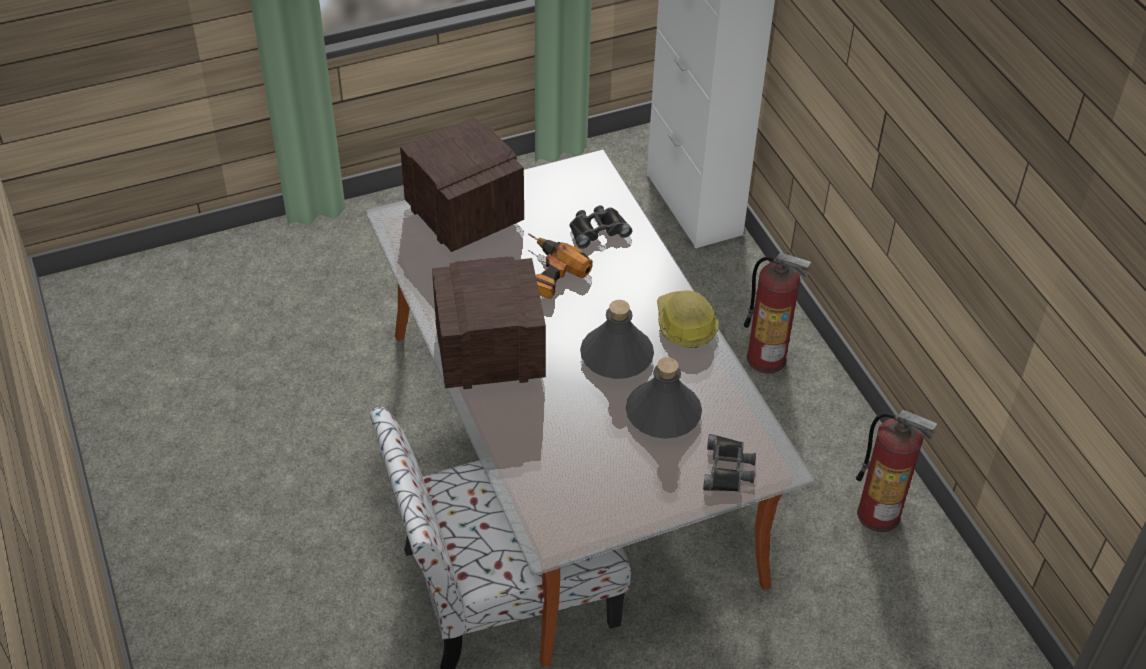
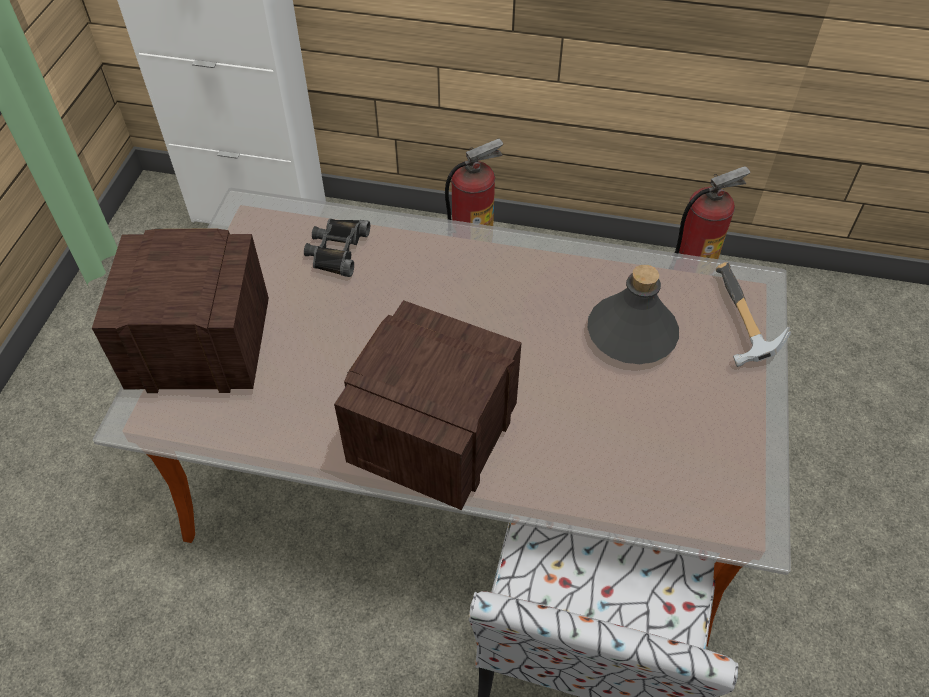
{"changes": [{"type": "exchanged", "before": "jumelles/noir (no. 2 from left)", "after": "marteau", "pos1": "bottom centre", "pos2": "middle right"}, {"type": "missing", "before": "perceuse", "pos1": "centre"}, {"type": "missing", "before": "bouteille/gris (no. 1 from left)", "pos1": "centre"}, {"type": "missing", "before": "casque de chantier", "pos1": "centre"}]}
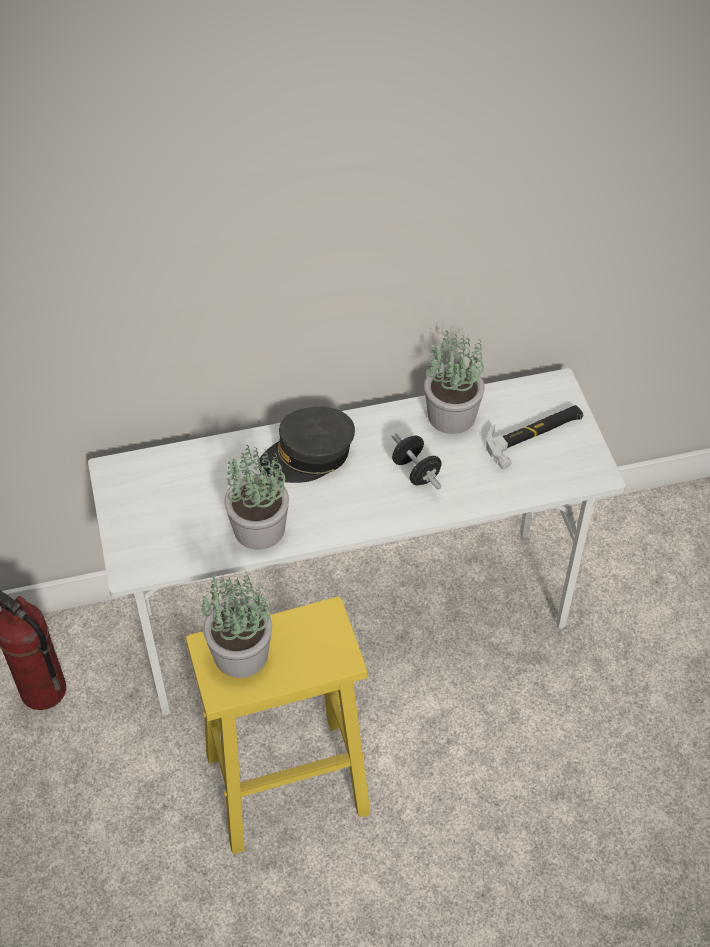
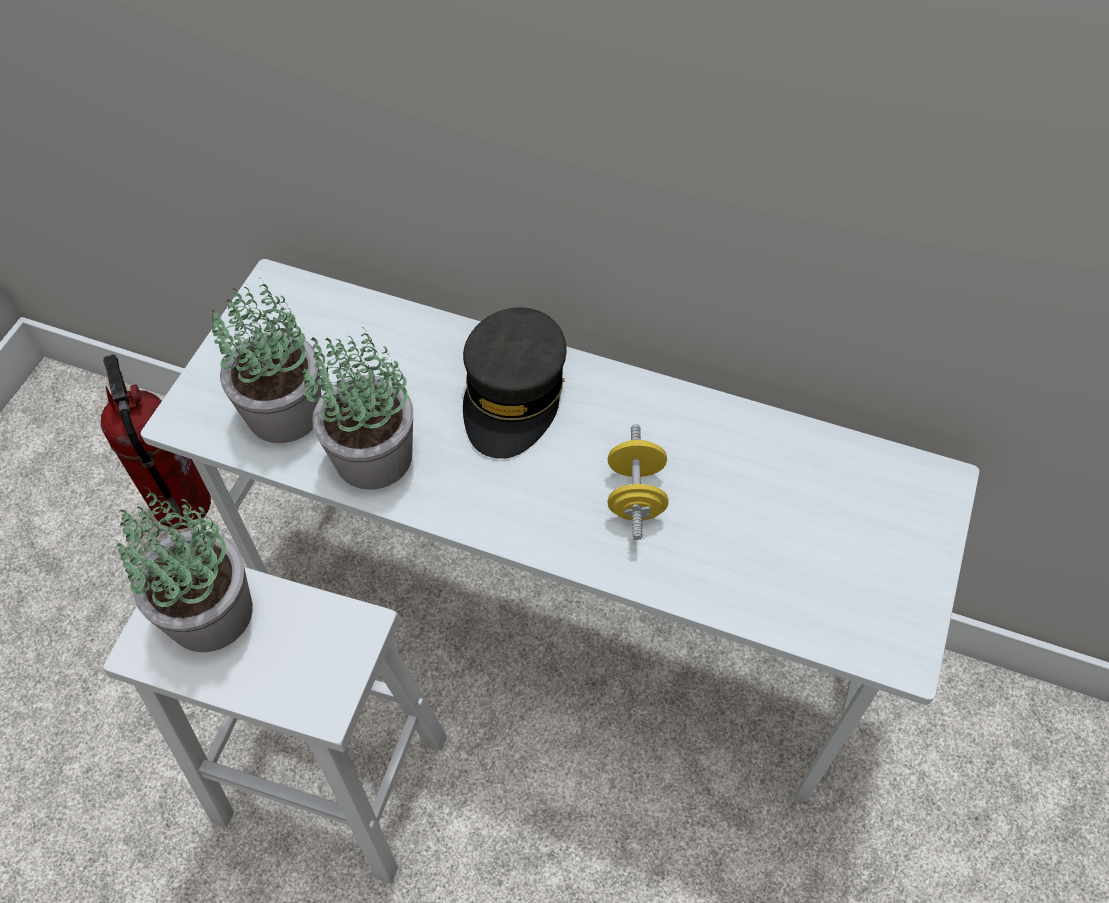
{"changes": [{"type": "colour", "before": "tabouret/jaune", "after": "tabouret/blanc", "pos1": "bottom centre", "pos2": "bottom left"}, {"type": "relocated", "before": "plante en pot (no. 3 from left in the first image)", "after": "plante en pot (no. 2 from left)", "pos1": "centre", "pos2": "middle left"}, {"type": "spun", "before": "casquette/gris", "pos1": "centre", "pos2": "centre", "turn": -90}, {"type": "colour", "before": "haltère/noir", "after": "haltère/jaune", "pos1": "centre", "pos2": "centre"}, {"type": "missing", "before": "marteau", "pos1": "middle right"}]}
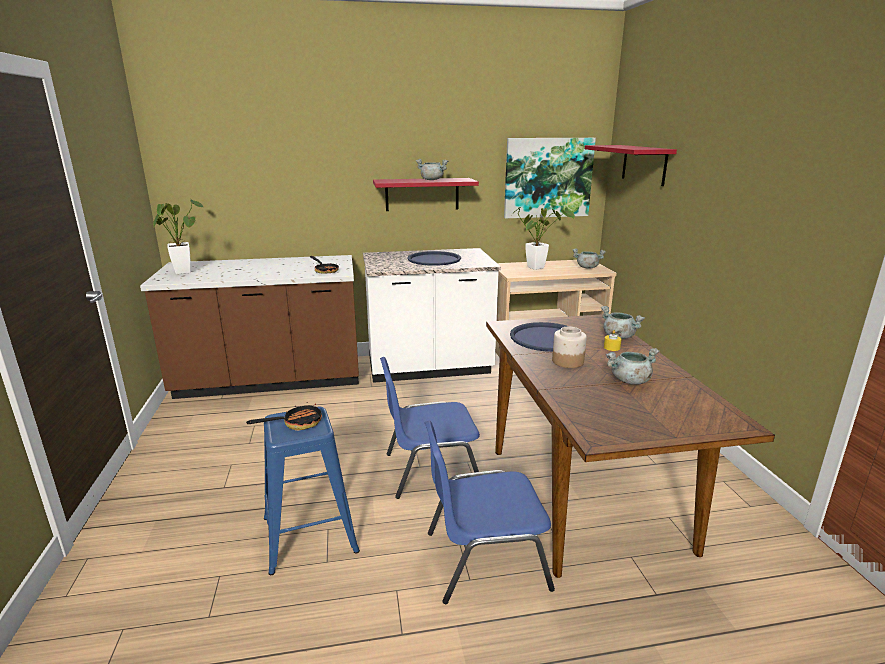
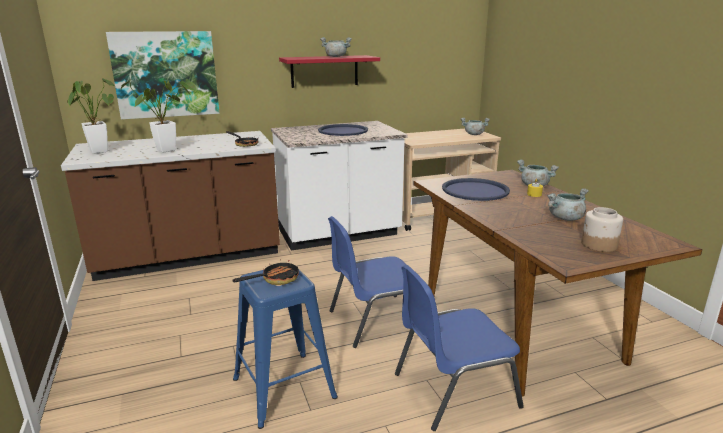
{"changes": [{"type": "relocated", "before": "tableau", "pos1": "top centre", "pos2": "top left"}, {"type": "relocated", "before": "plante en pot (no. 2 from left)", "pos1": "centre", "pos2": "top left"}, {"type": "relocated", "before": "bocal", "pos1": "centre", "pos2": "middle right"}, {"type": "missing", "before": "étagère/rouge (no. 2 from left)", "pos1": "top right"}]}
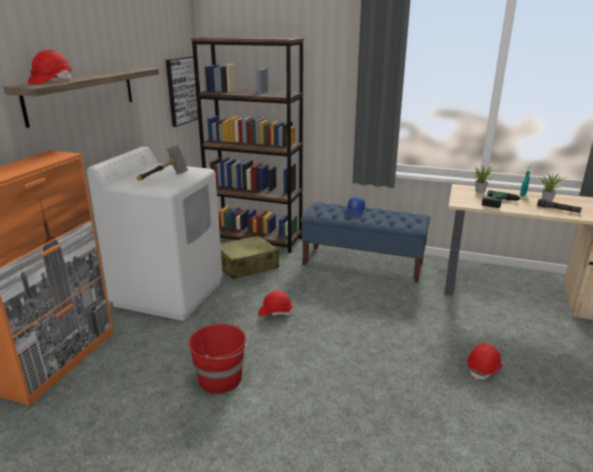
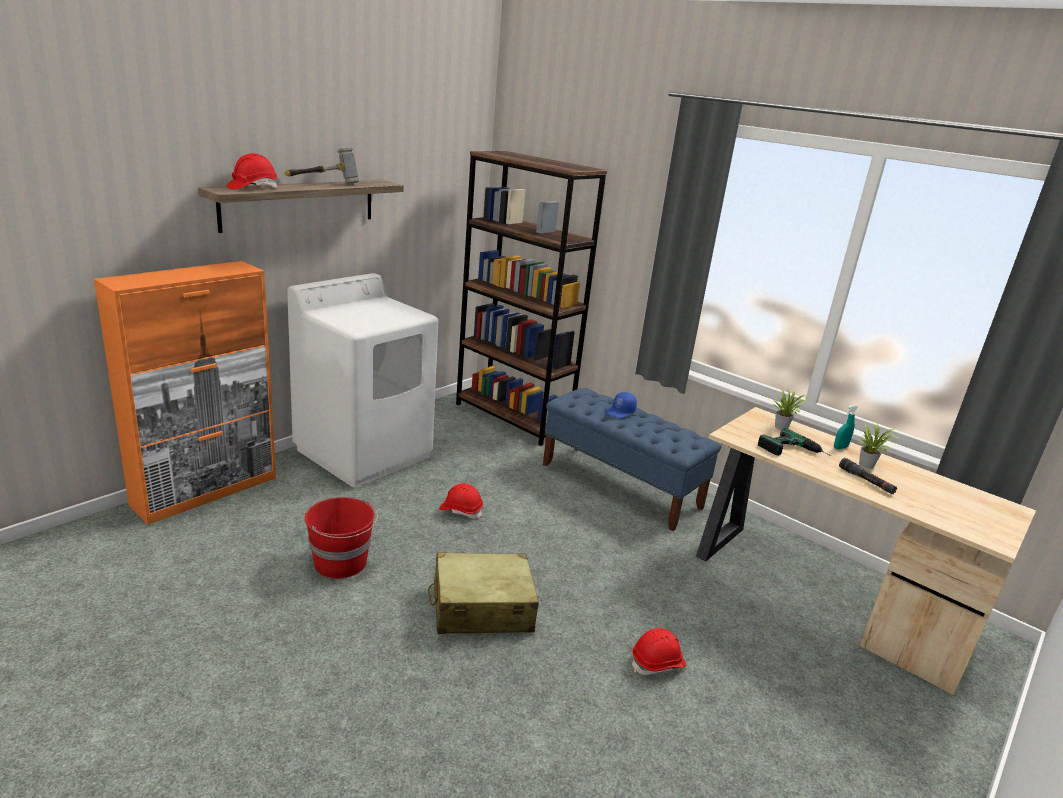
{"changes": [{"type": "relocated", "before": "marteau", "pos1": "middle left", "pos2": "top left"}, {"type": "relocated", "before": "valise/beige", "pos1": "centre", "pos2": "bottom centre"}, {"type": "missing", "before": "tableau", "pos1": "top left"}]}
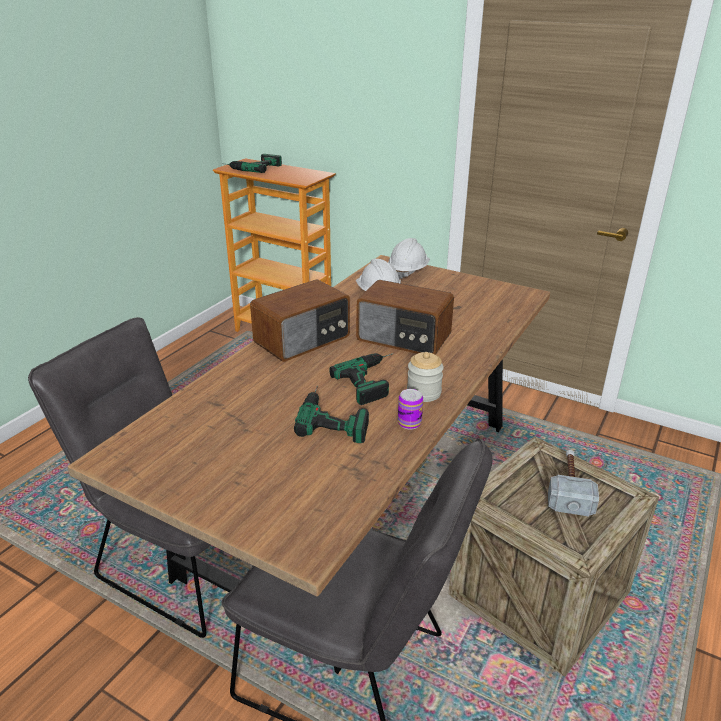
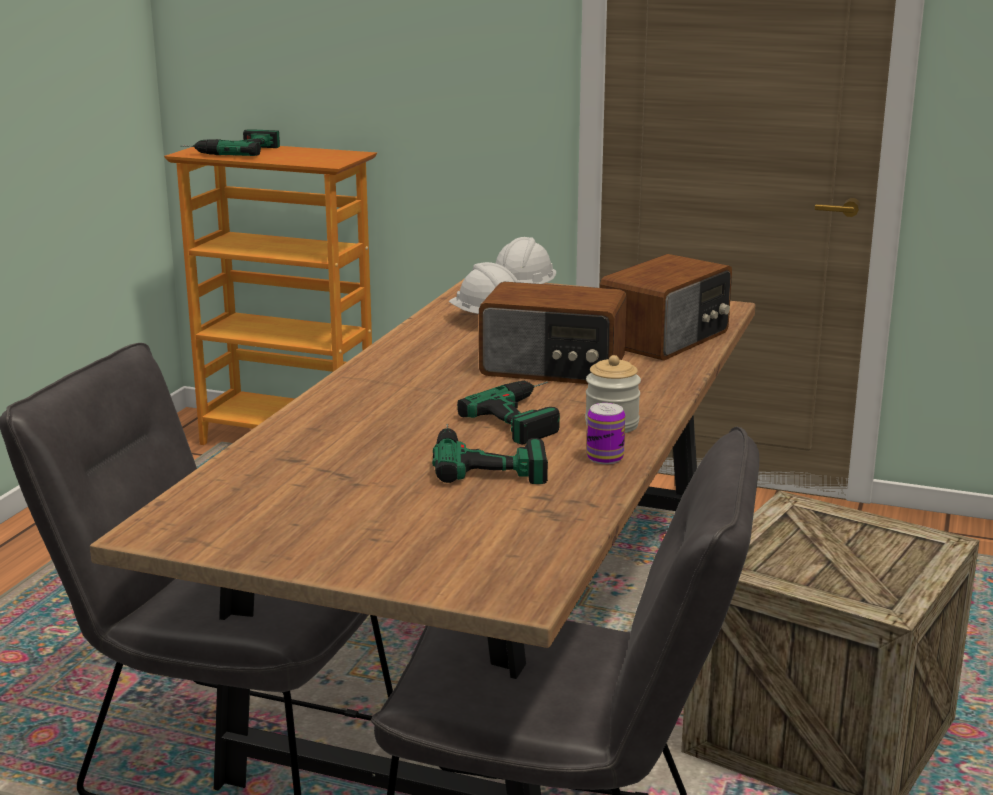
{"changes": [{"type": "relocated", "before": "radio (no. 1 from left in the first image)", "after": "radio (no. 2 from left)", "pos1": "centre", "pos2": "middle right"}, {"type": "missing", "before": "marteau", "pos1": "bottom right"}]}
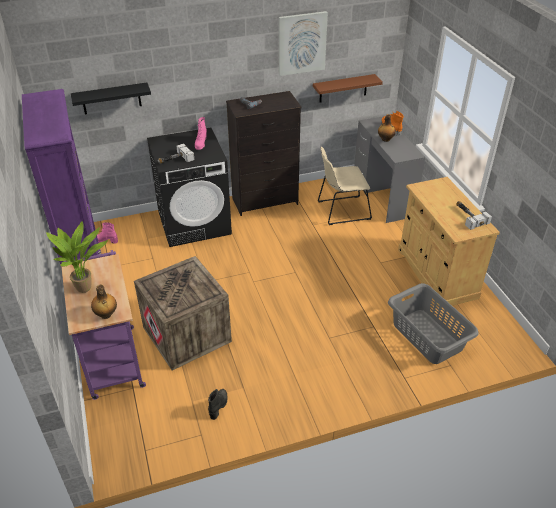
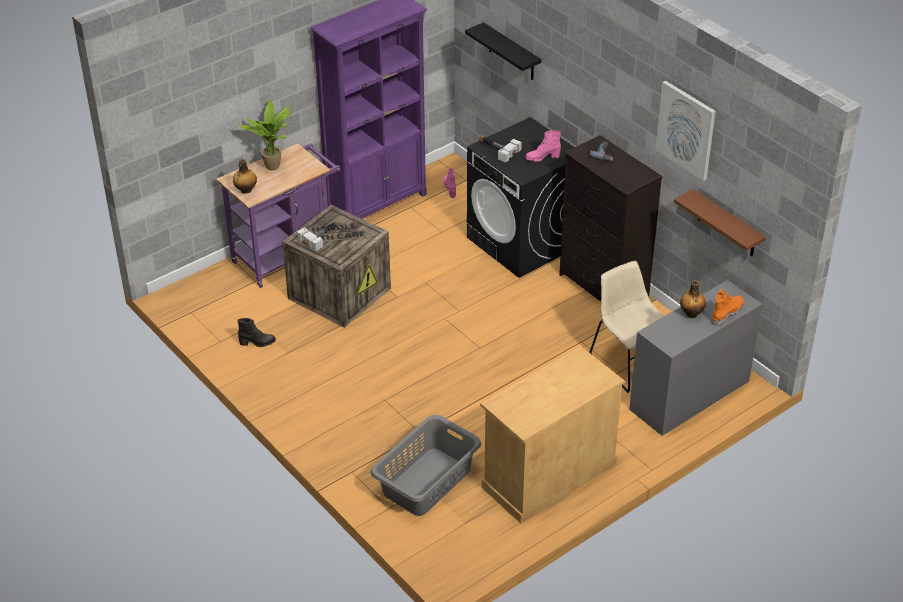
{"changes": [{"type": "relocated", "before": "marteau (no. 2 from left in the first image)", "after": "marteau (no. 1 from left)", "pos1": "middle right", "pos2": "centre"}]}
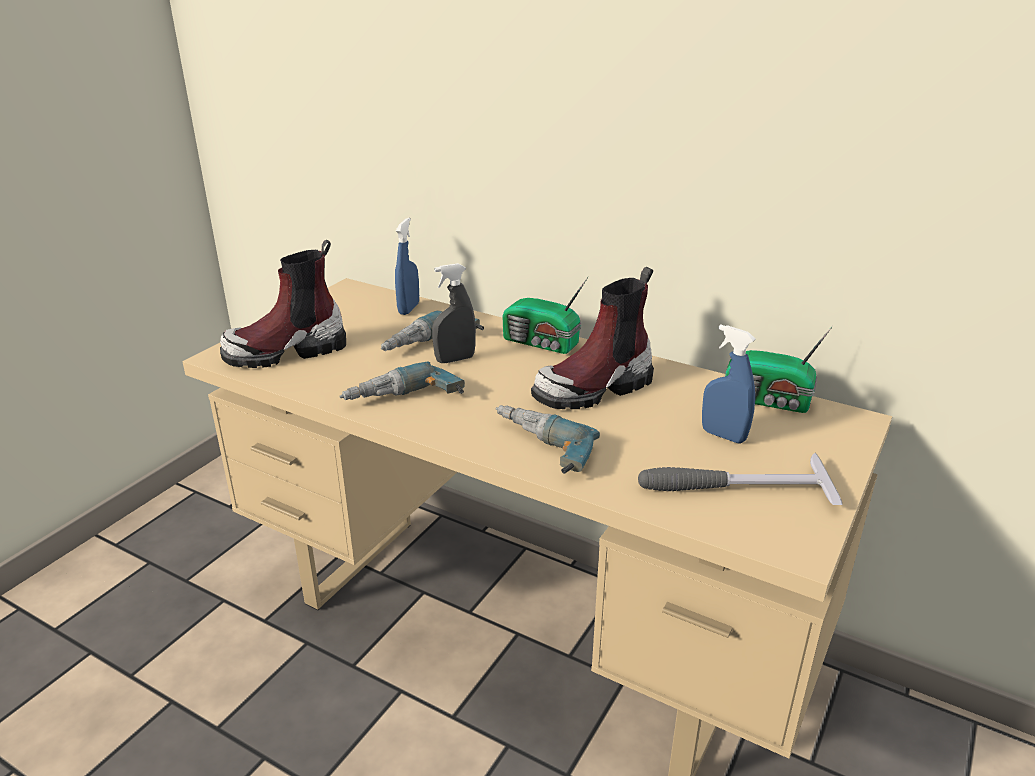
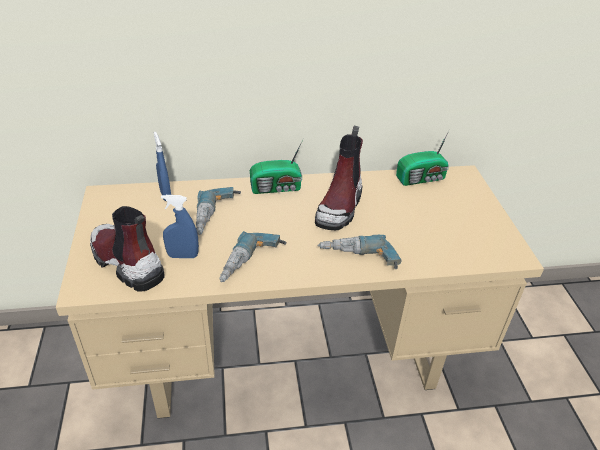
{"changes": [{"type": "spun", "before": "botte (no. 1 from left)", "pos1": "middle left", "pos2": "middle left", "turn": 105}, {"type": "relocated", "before": "vaporisateur/bleu (no. 2 from left)", "pos1": "middle right", "pos2": "middle left"}, {"type": "missing", "before": "vaporisateur/gris", "pos1": "centre"}, {"type": "missing", "before": "marteau", "pos1": "middle right"}]}
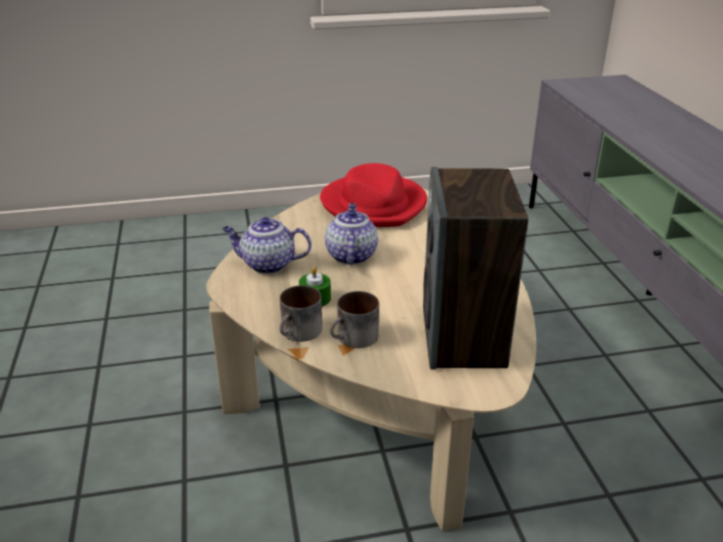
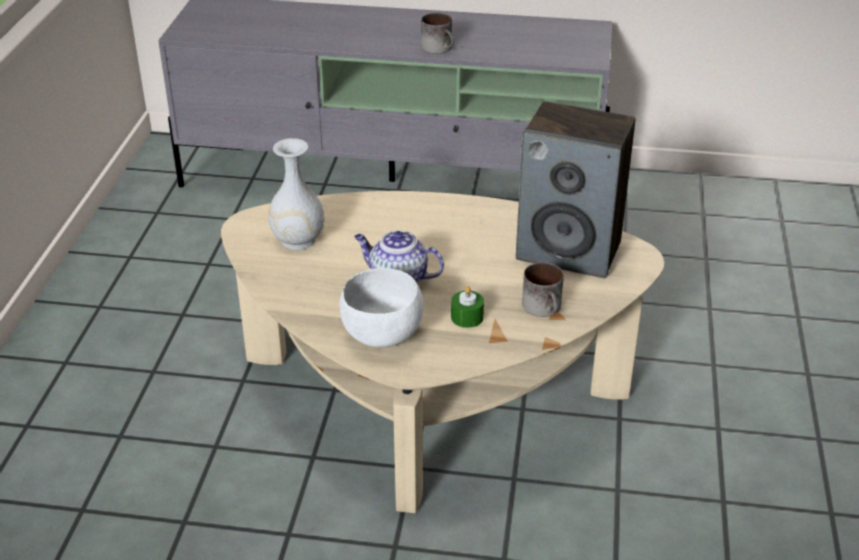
{"changes": [{"type": "exchanged", "before": "chapeau/rouge", "after": "vase/blanc", "pos1": "centre", "pos2": "centre"}, {"type": "exchanged", "before": "théière (no. 1 from left)", "after": "bol/blanc", "pos1": "centre", "pos2": "centre"}, {"type": "relocated", "before": "mug (no. 1 from left)", "pos1": "centre", "pos2": "top centre"}]}
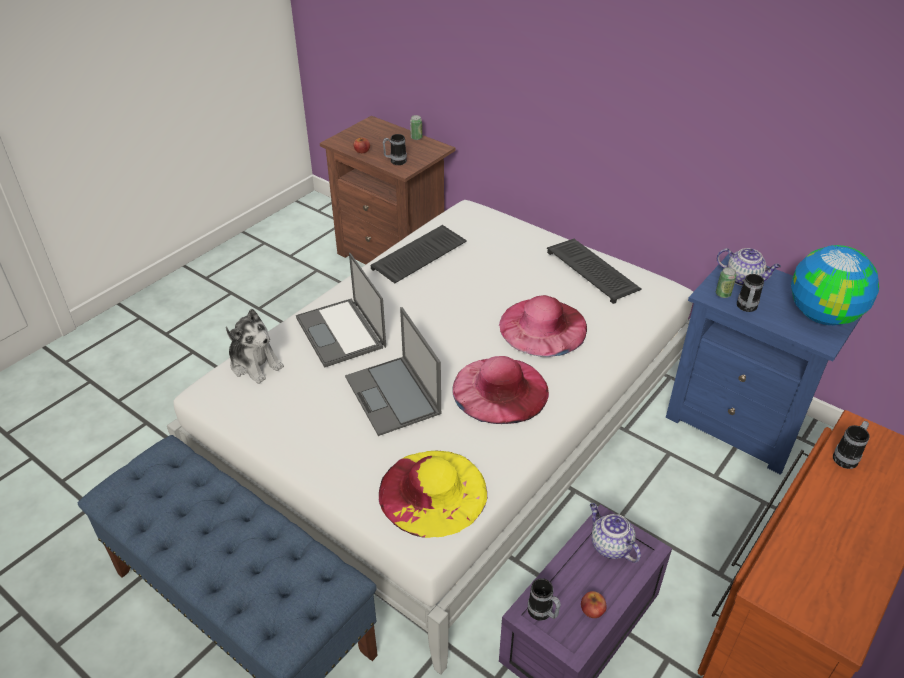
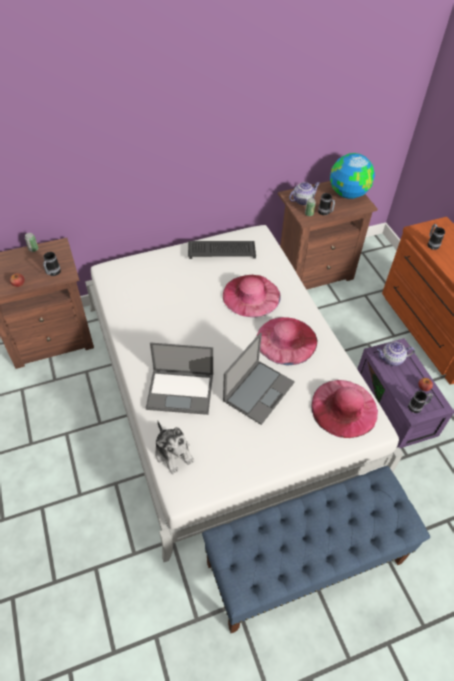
{"changes": [{"type": "spun", "before": "peluche", "pos1": "middle left", "pos2": "centre", "turn": 75}, {"type": "spun", "before": "ordinateur portable (no. 2 from left)", "pos1": "centre", "pos2": "centre", "turn": -60}, {"type": "colour", "before": "table de chevet/bleu", "after": "table de chevet/marron (no. 2 from left)", "pos1": "middle right", "pos2": "middle right"}, {"type": "colour", "before": "chapeau/jaune", "after": "chapeau/rose (no. 3 from left)", "pos1": "bottom centre", "pos2": "middle right"}, {"type": "missing", "before": "clavier (no. 1 from left)", "pos1": "centre"}]}
